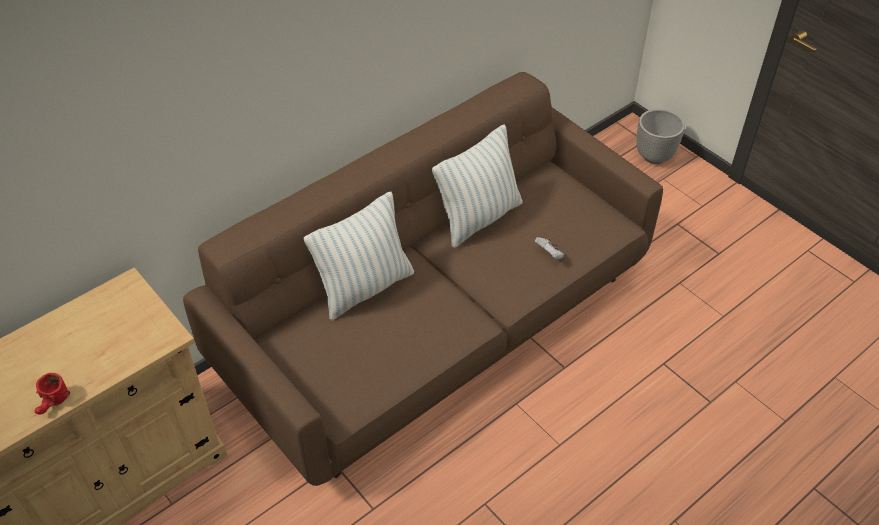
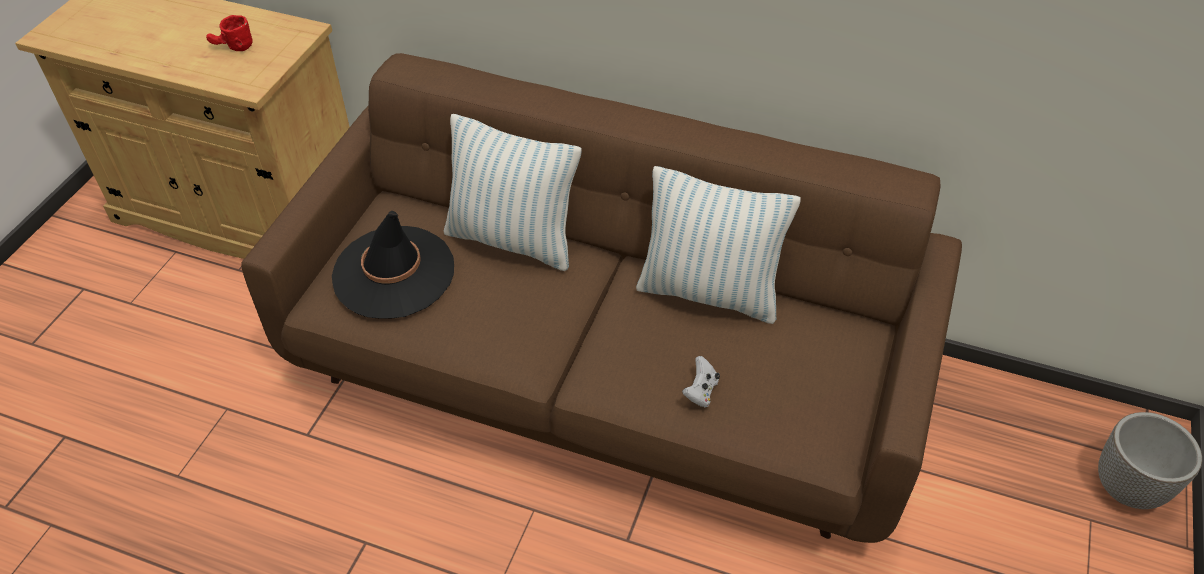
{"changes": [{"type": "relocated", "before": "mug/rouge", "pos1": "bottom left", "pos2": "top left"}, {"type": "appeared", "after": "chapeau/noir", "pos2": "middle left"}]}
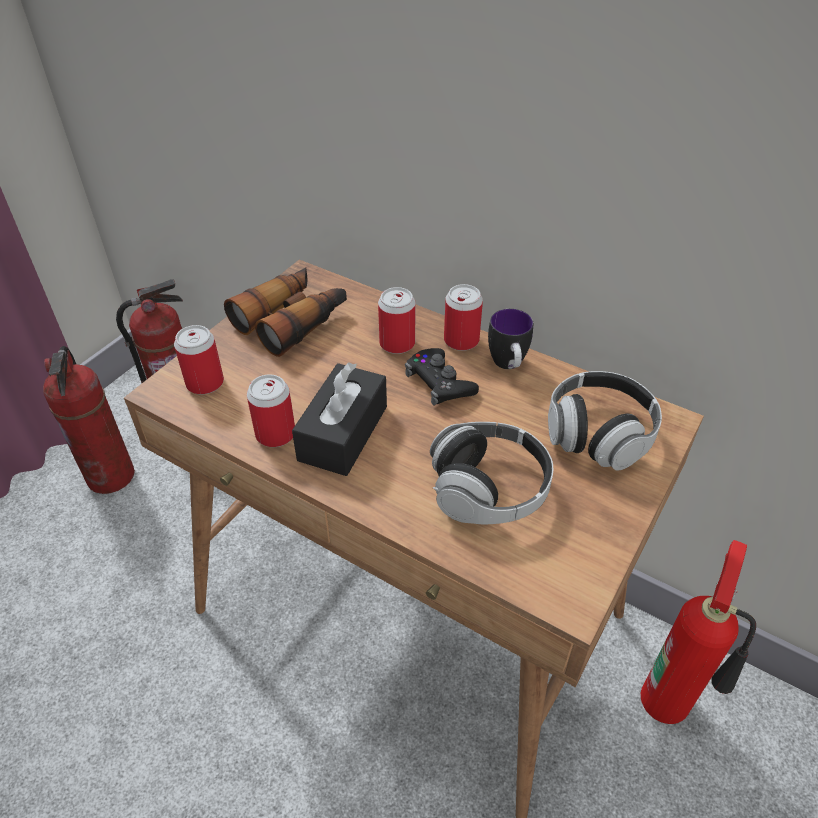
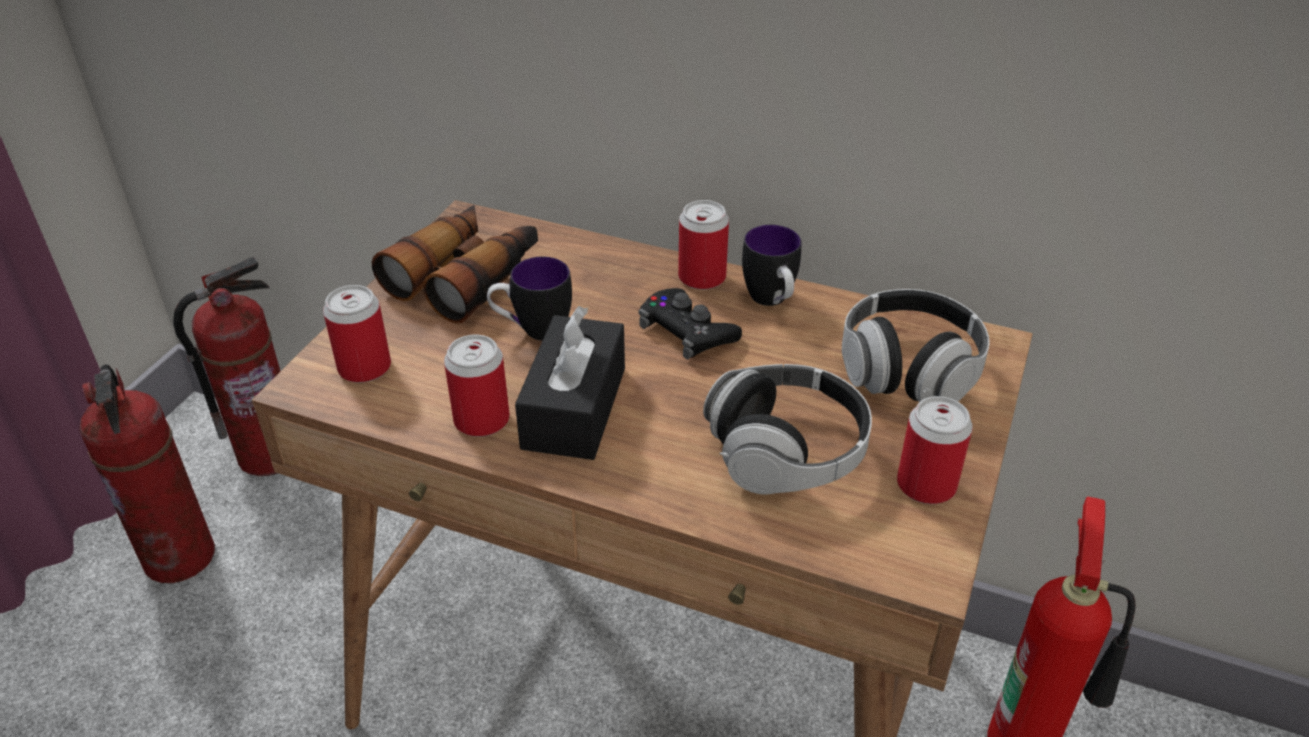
{"changes": [{"type": "appeared", "after": "mug (no. 1 from left)", "pos2": "centre"}, {"type": "relocated", "before": "boîte métallique (no. 3 from left in the first image)", "after": "boîte métallique (no. 4 from left)", "pos1": "centre", "pos2": "middle right"}]}
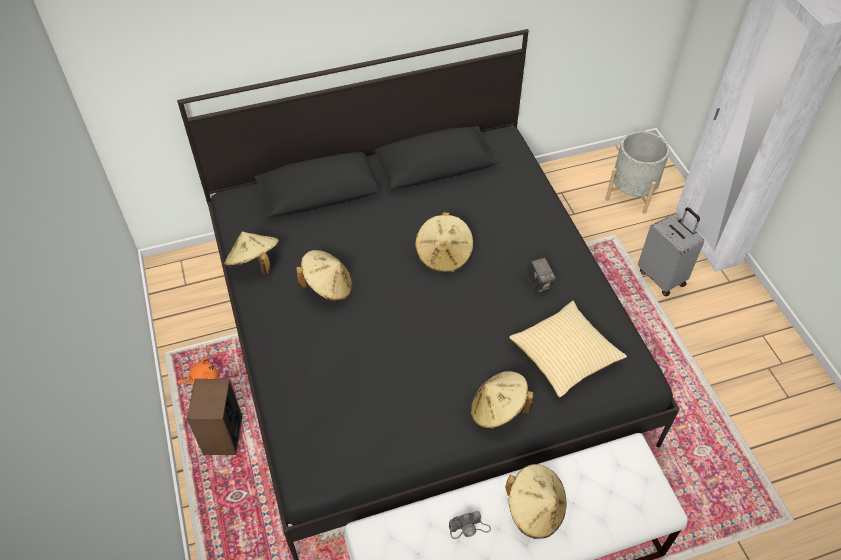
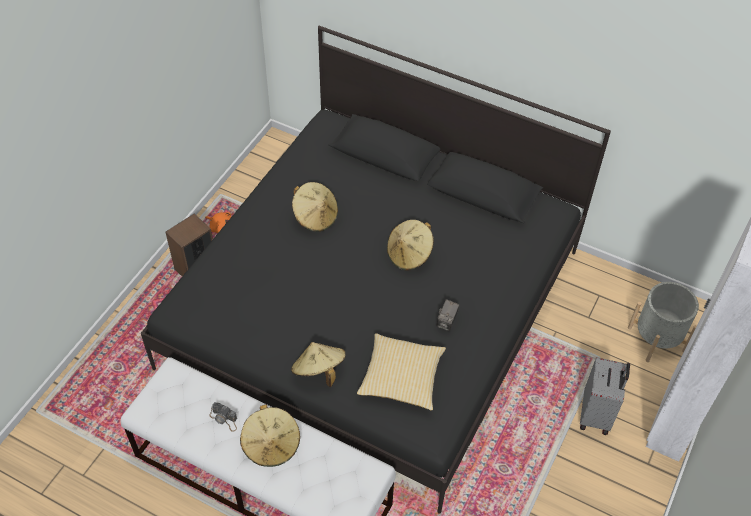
{"changes": [{"type": "missing", "before": "chapeau/beige (no. 1 from left)", "pos1": "middle left"}]}
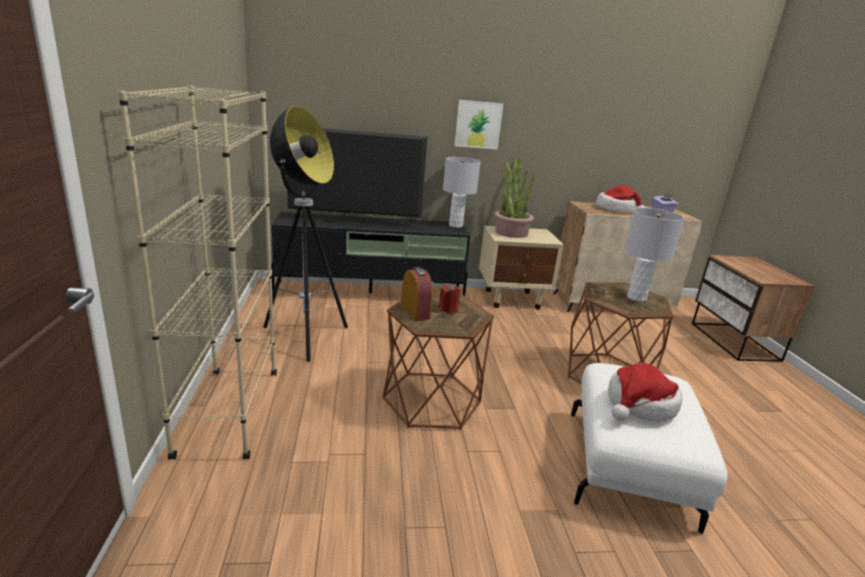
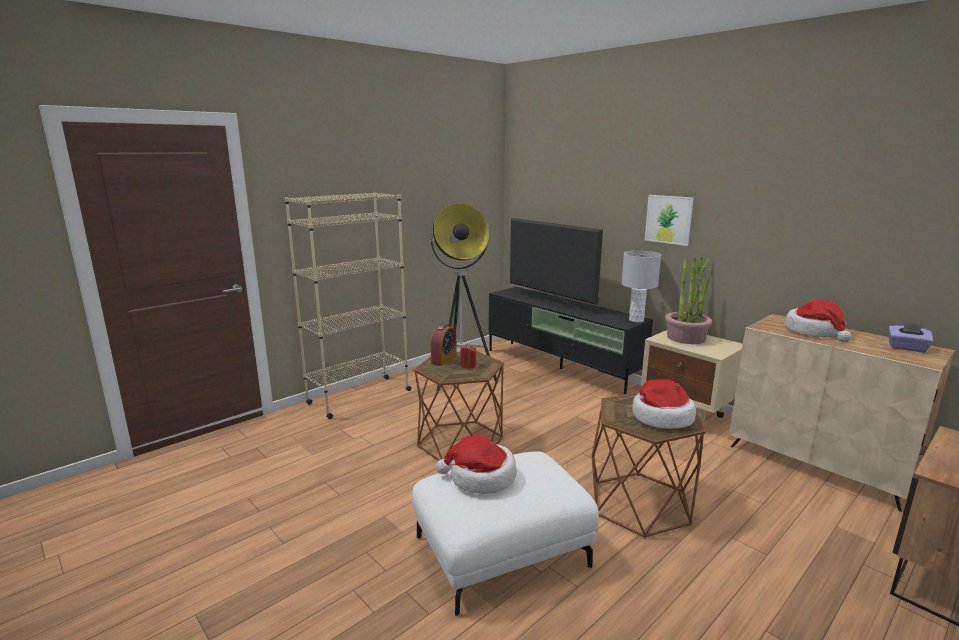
{"changes": [{"type": "exchanged", "before": "lampe de table/gris (no. 2 from left)", "after": "chapeau (no. 2 from left)", "pos1": "middle right", "pos2": "middle right"}]}
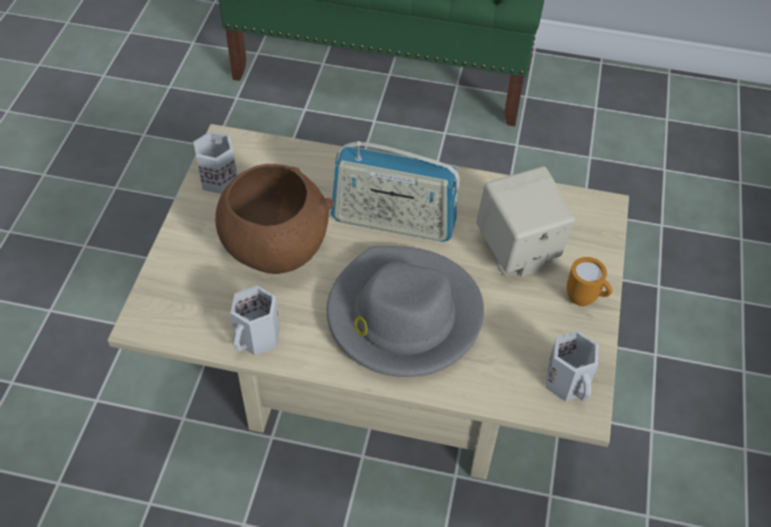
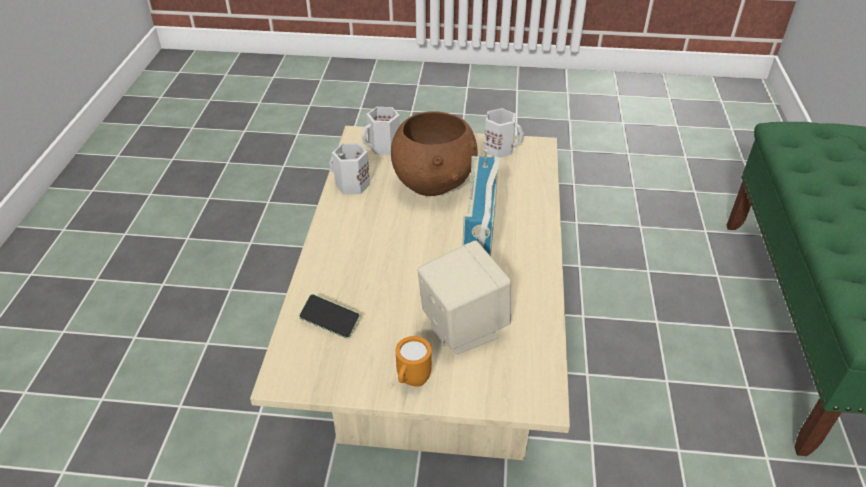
{"changes": [{"type": "appeared", "after": "téléphone", "pos2": "centre"}, {"type": "relocated", "before": "mug/blanc (no. 3 from left in the first image)", "after": "mug/blanc (no. 2 from left)", "pos1": "bottom right", "pos2": "top centre"}, {"type": "missing", "before": "chapeau/gris", "pos1": "centre"}]}
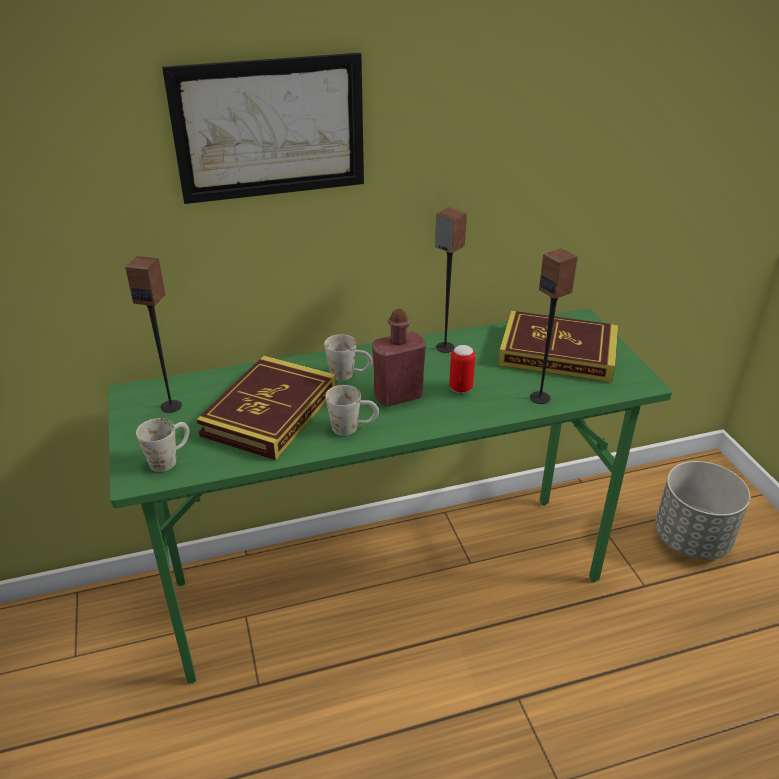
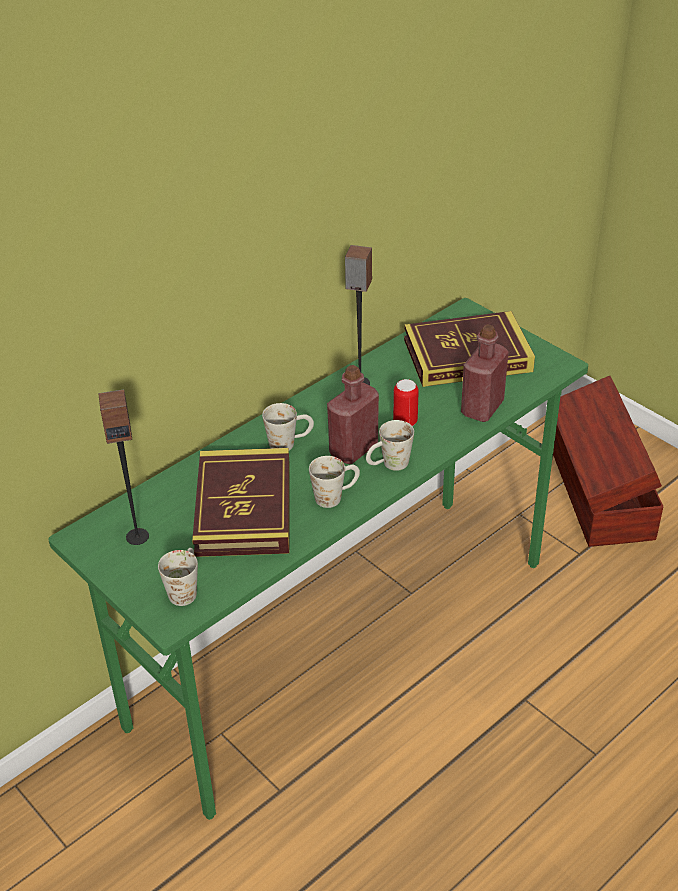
{"changes": [{"type": "appeared", "after": "mug/blanc (no. 4 from left)", "pos2": "centre"}, {"type": "exchanged", "before": "enceinte (no. 3 from left)", "after": "bouteille/rouge (no. 2 from left)", "pos1": "middle right", "pos2": "middle right"}, {"type": "exchanged", "before": "cache-pot/gris", "after": "boîte de rangement/marron", "pos1": "middle right", "pos2": "middle right"}, {"type": "missing", "before": "tableau", "pos1": "top centre"}]}
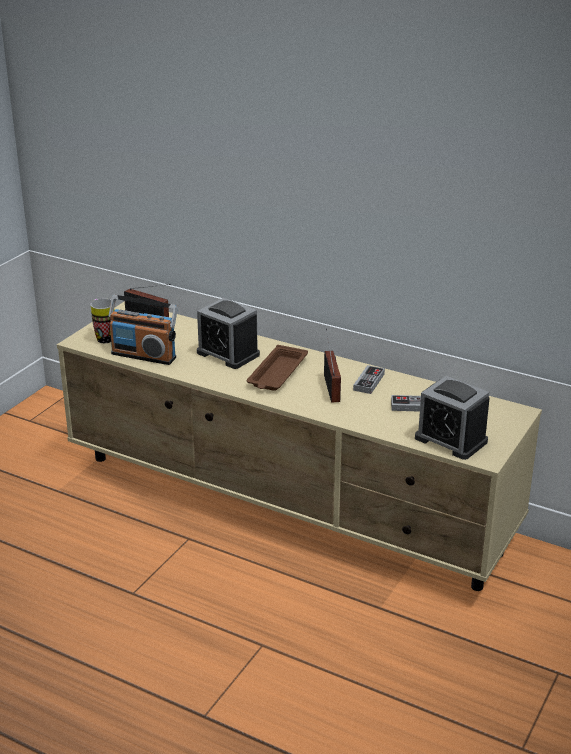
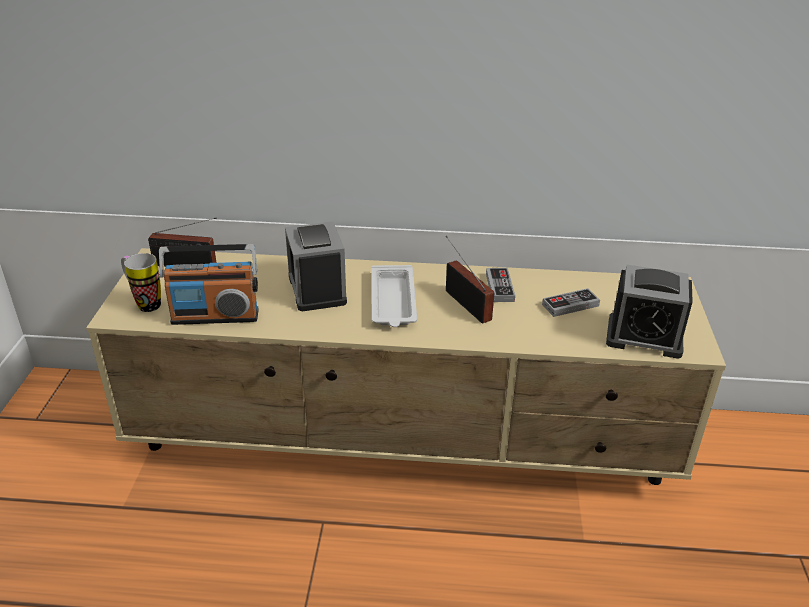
{"changes": [{"type": "spun", "before": "réveil (no. 1 from left)", "pos1": "centre", "pos2": "centre", "turn": 60}, {"type": "colour", "before": "plateau/marron", "after": "plateau/blanc", "pos1": "centre", "pos2": "centre"}]}
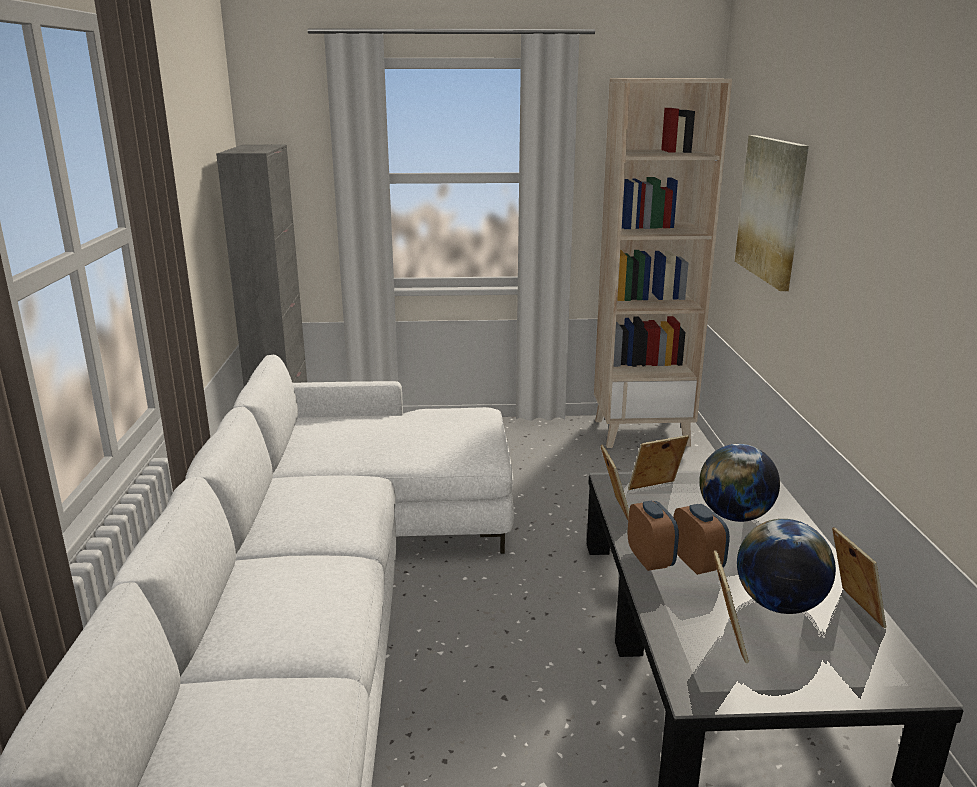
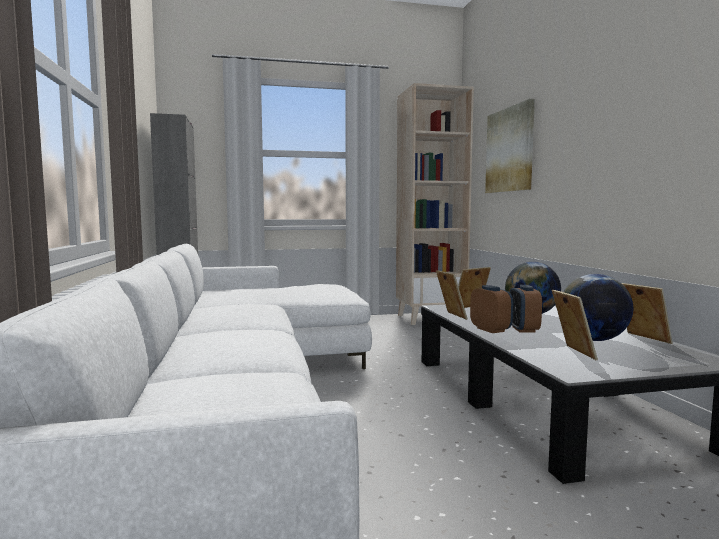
{"changes": [{"type": "spun", "before": "réveil (no. 2 from left)", "pos1": "bottom right", "pos2": "middle right", "turn": -150}]}
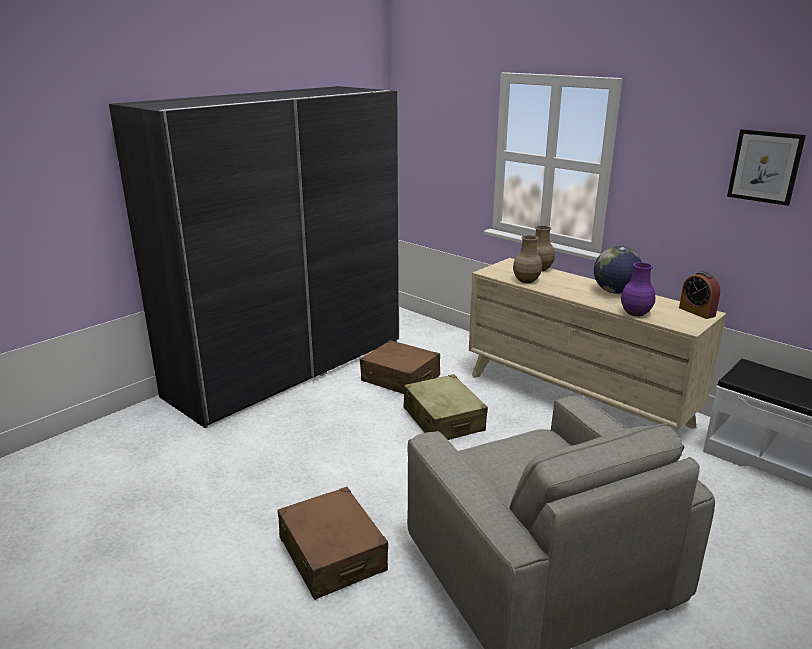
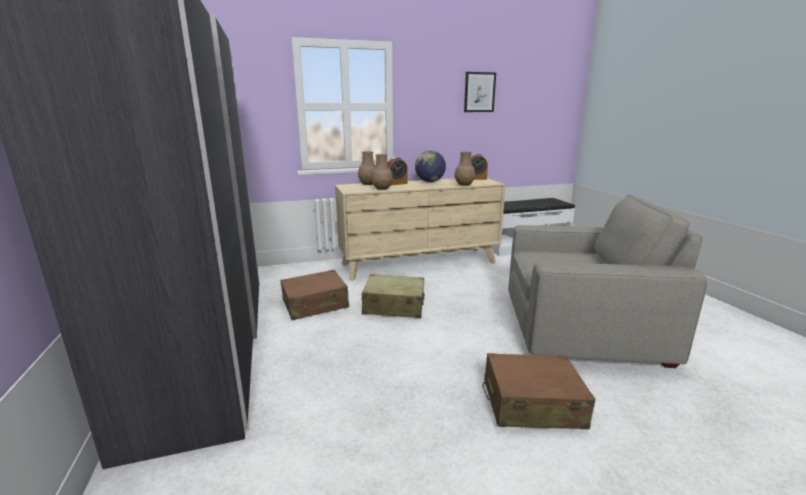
{"changes": [{"type": "appeared", "after": "réveil (no. 1 from left)", "pos2": "centre"}, {"type": "colour", "before": "vase/violet", "after": "vase/marron (no. 3 from left)", "pos1": "middle right", "pos2": "centre"}]}
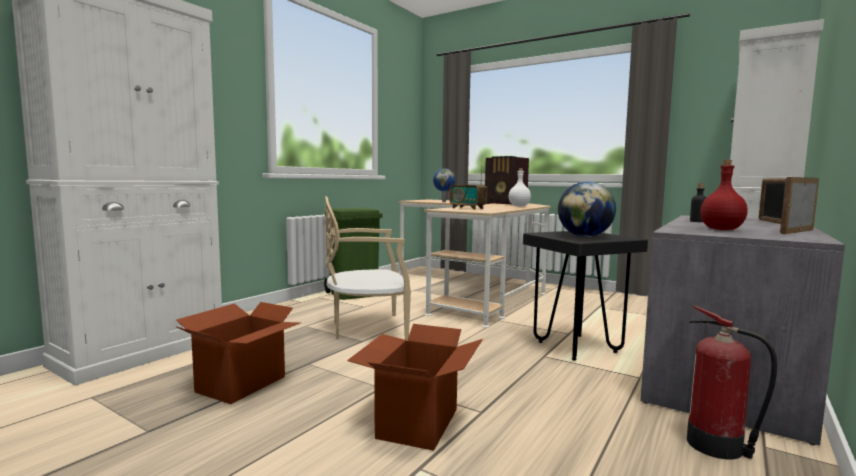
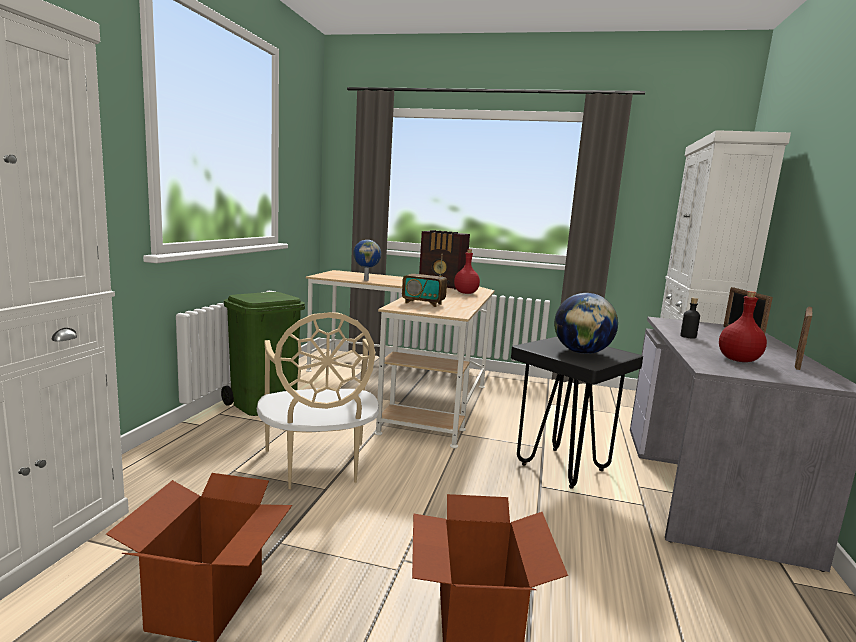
{"changes": [{"type": "spun", "before": "chaise/beige", "pos1": "centre", "pos2": "centre", "turn": -75}, {"type": "colour", "before": "bouteille/blanc", "after": "bouteille/rouge (no. 1 from left)", "pos1": "centre", "pos2": "centre"}, {"type": "missing", "before": "extincteur", "pos1": "bottom right"}]}
